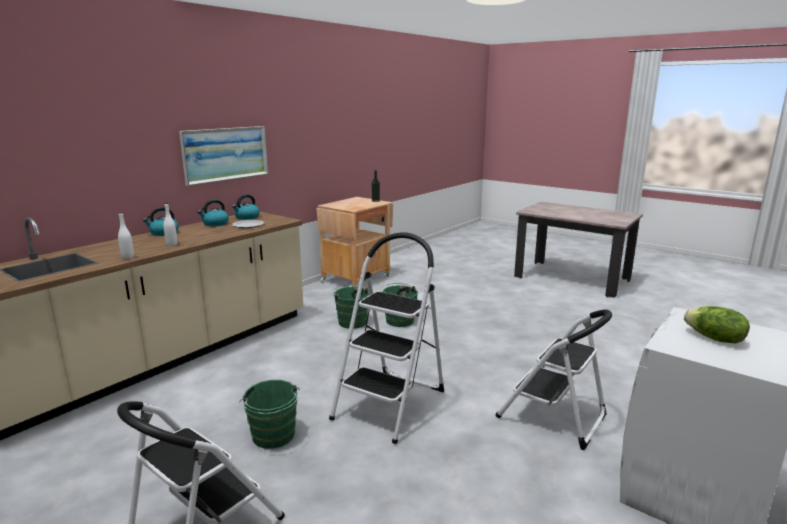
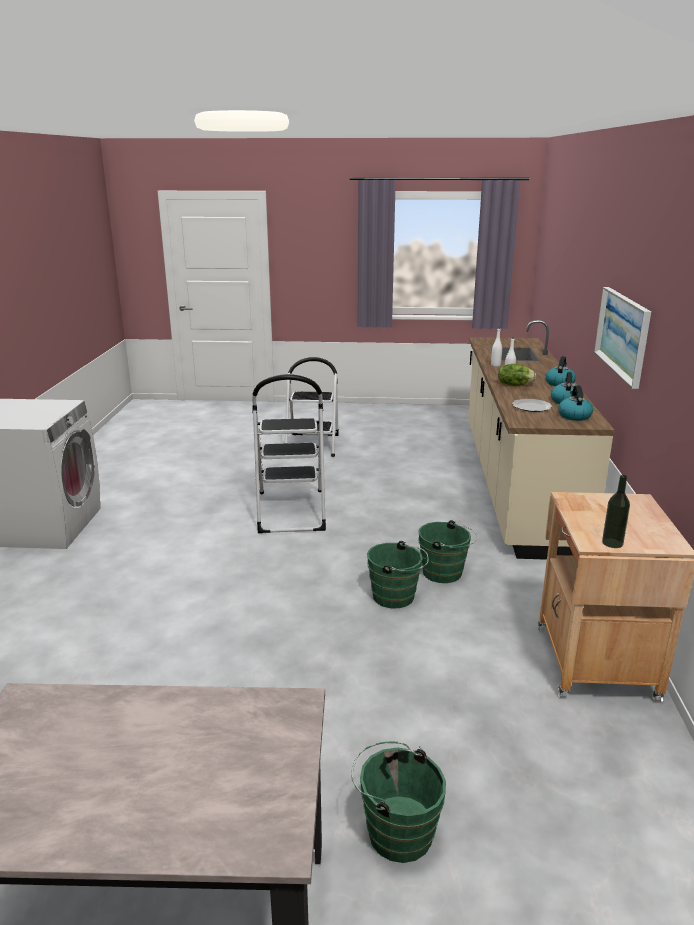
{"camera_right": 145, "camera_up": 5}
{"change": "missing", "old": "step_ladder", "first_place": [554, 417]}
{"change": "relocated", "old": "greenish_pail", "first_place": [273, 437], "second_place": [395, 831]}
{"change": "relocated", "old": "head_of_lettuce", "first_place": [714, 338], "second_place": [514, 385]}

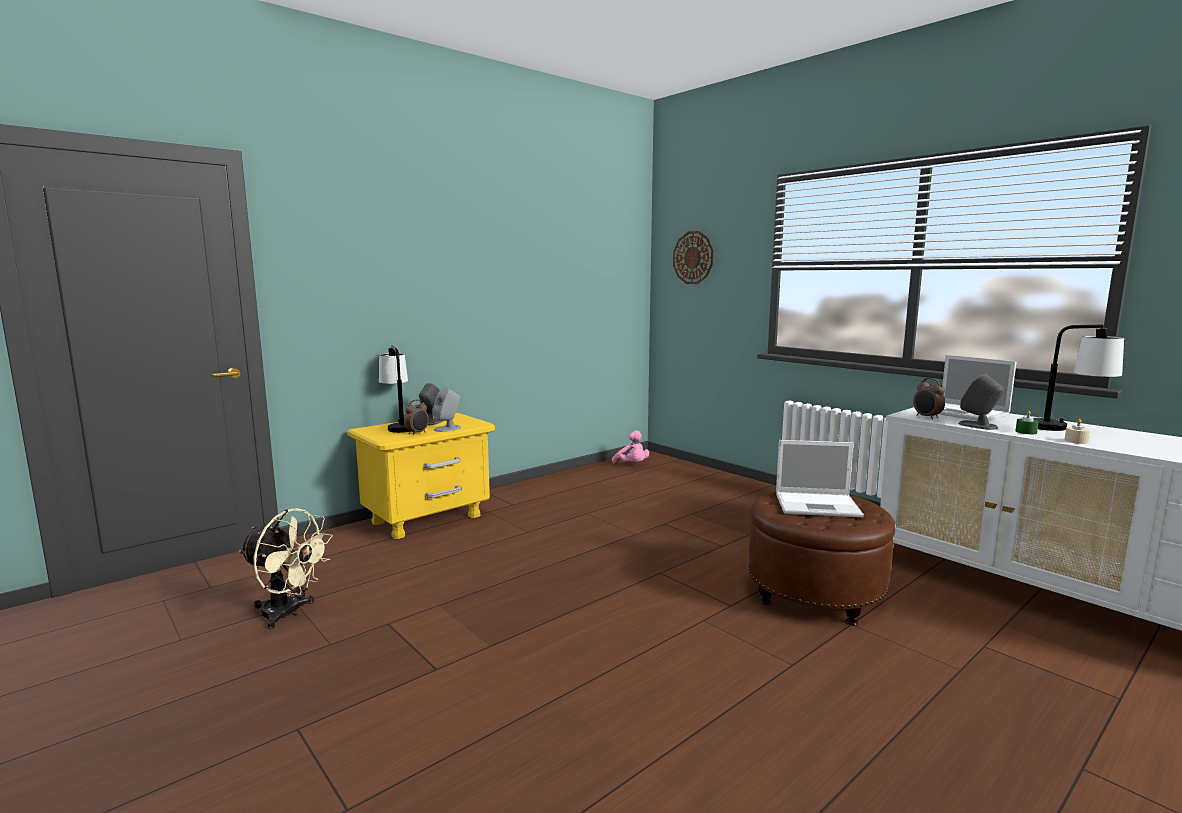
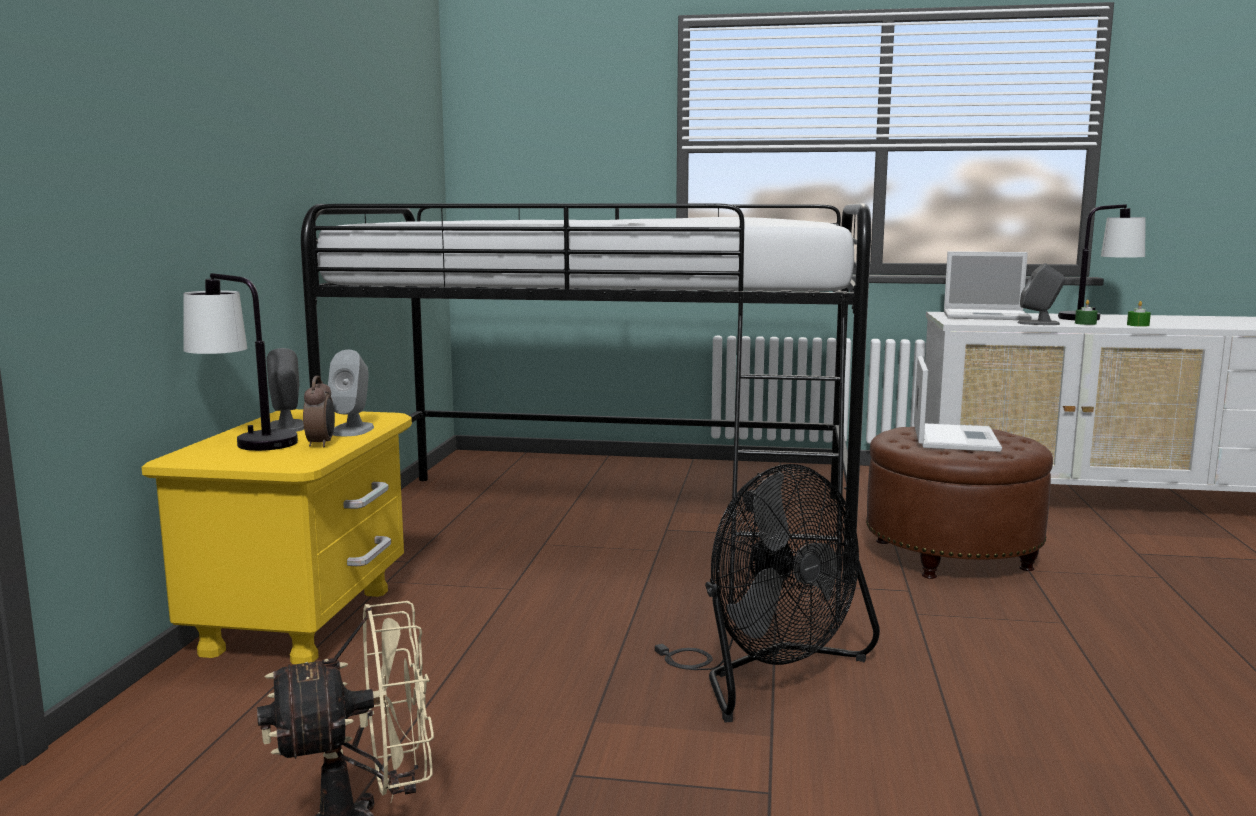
{"camera_right": -40, "camera_up": 0}
{"change": "missing", "old": "pink_soft_toy", "first_place": [632, 465]}
{"change": "missing", "old": "hanging_clock", "first_place": [693, 257]}
{"change": "missing", "old": "alarm_clock", "first_place": [927, 417]}
{"change": "appeared", "new": "blackish_sleeping_bed", "second_place": [607, 525]}
{"change": "appeared", "new": "blackish_electric_fan", "second_place": [763, 676]}
{"change": "colour", "old": "beige-coloured_candle", "new": "greenish_candle", "first_place": [1076, 441], "second_place": [1138, 325]}
{"change": "spun", "old": "laptop", "first_place": [819, 505], "second_place": [954, 438], "degrees": -45}

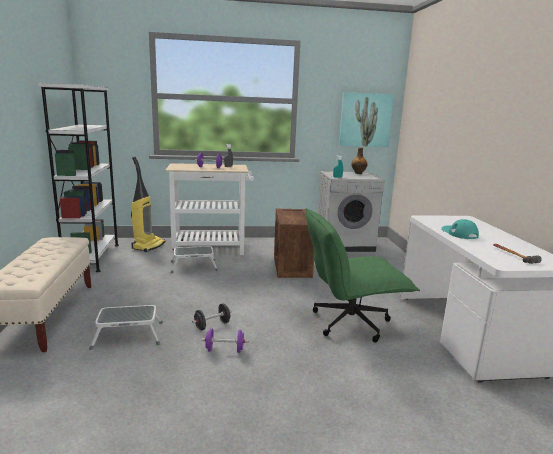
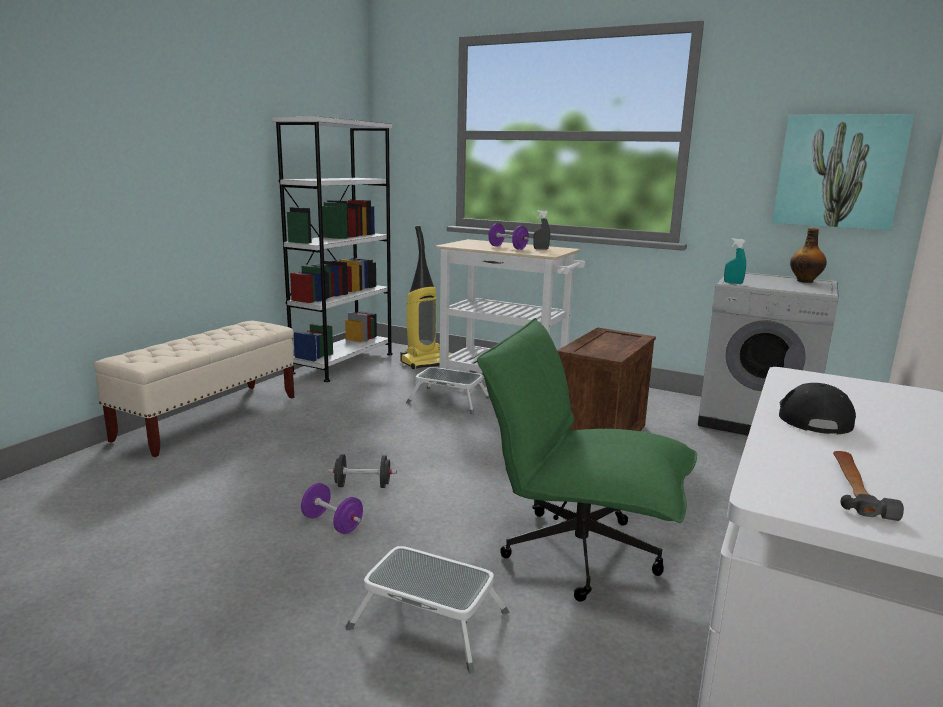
{"camera_right": 35, "camera_up": 0}
{"change": "relocated", "old": "gray_step_ladder", "first_place": [128, 335], "second_place": [428, 621]}
{"change": "colour", "old": "turquoise-coloured_peaked_cap", "new": "blackish_peaked_cap", "first_place": [459, 233], "second_place": [812, 416]}

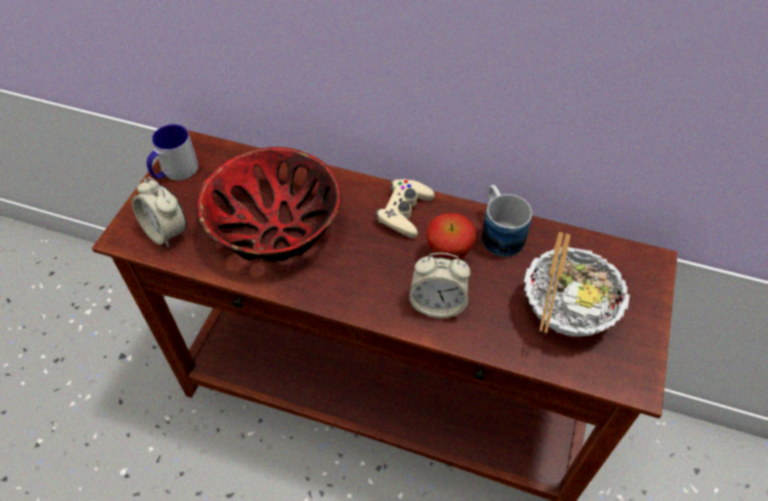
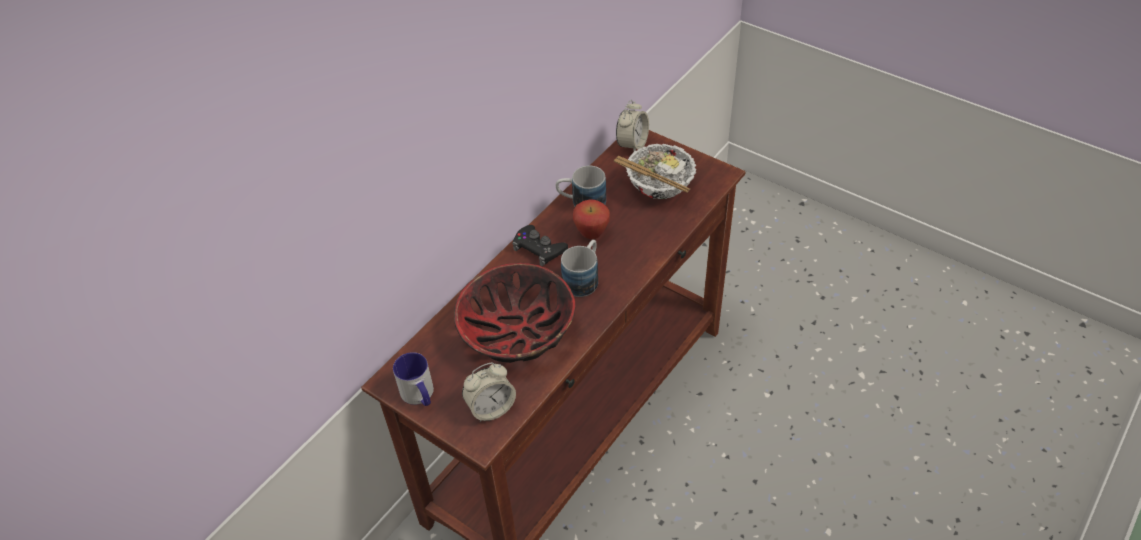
{"camera_right": -70, "camera_up": -5}
{"change": "appeared", "new": "tea_mug", "second_place": [584, 278]}
{"change": "relocated", "old": "alarm_clock", "first_place": [437, 304], "second_place": [632, 144]}
{"change": "colour", "old": "beige-coloured_game_controller", "new": "blackish_game_controller", "first_place": [404, 212], "second_place": [539, 249]}

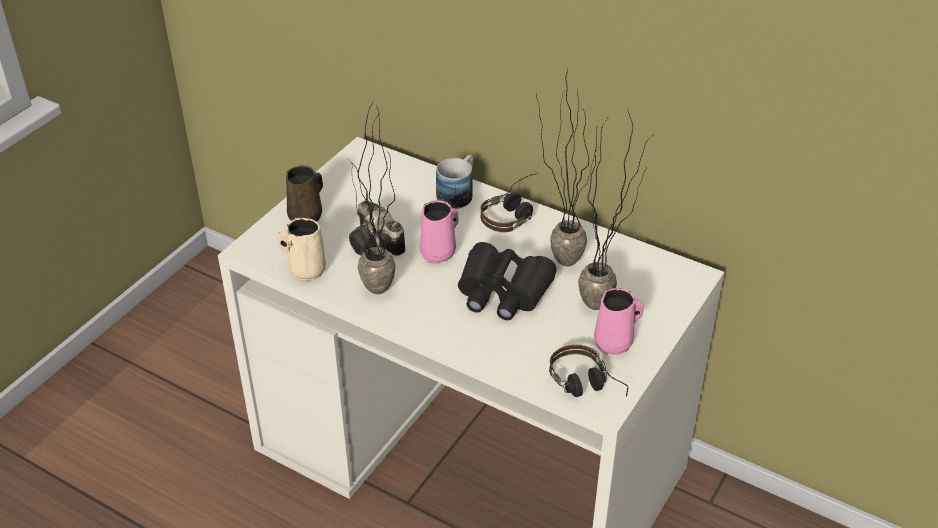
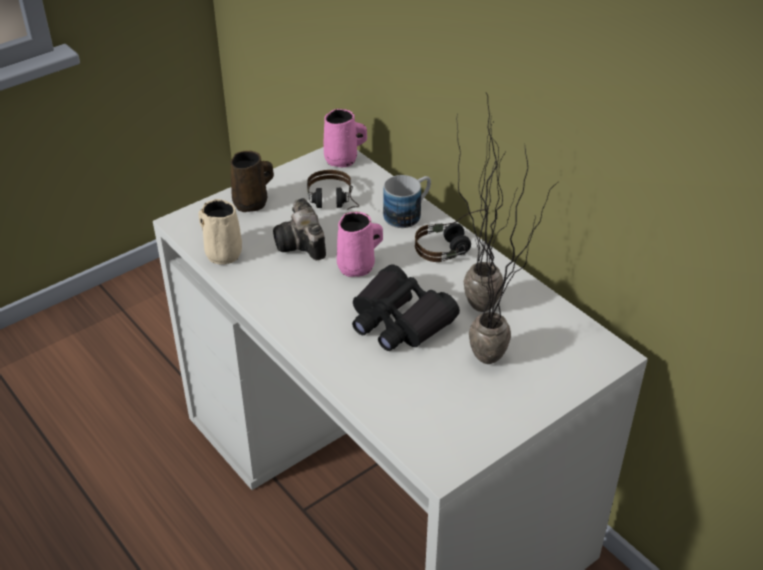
{"camera_right": 20, "camera_up": 0}
{"change": "missing", "old": "houseplant", "first_place": [378, 297]}
{"change": "relocated", "old": "headset", "first_place": [587, 387], "second_place": [333, 204]}
{"change": "relocated", "old": "pink_tea_mug", "first_place": [615, 342], "second_place": [343, 160]}

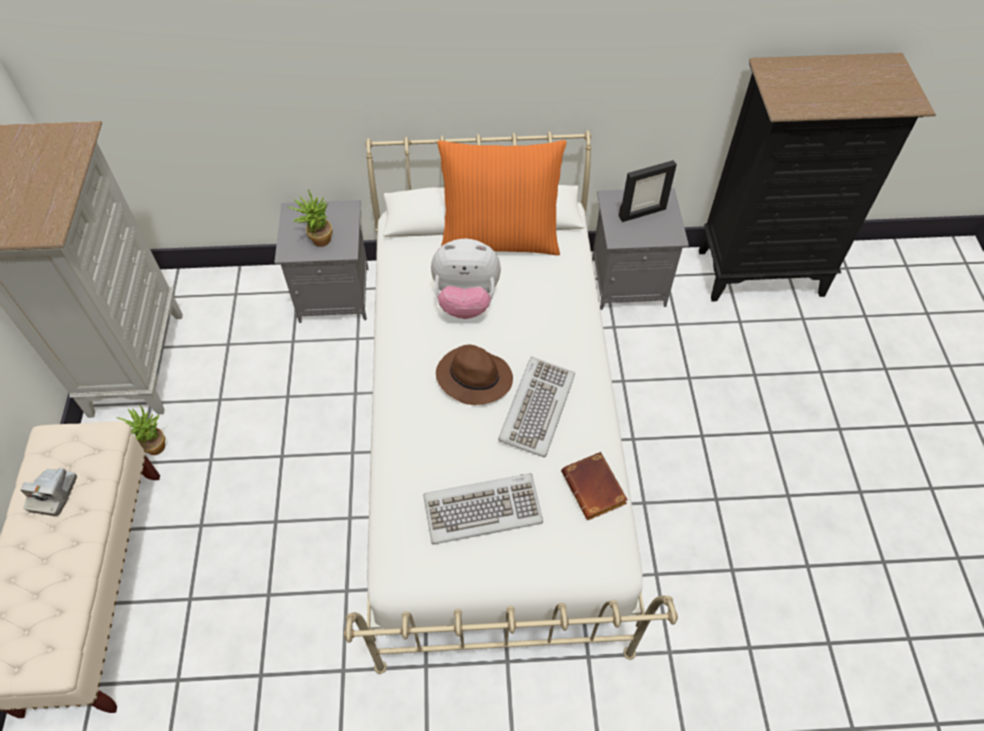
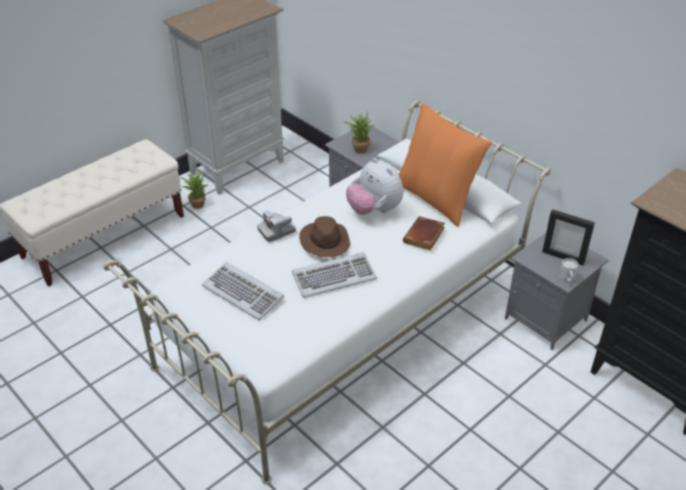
{"camera_right": 50, "camera_up": -15}
{"change": "appeared", "new": "white-coloured_tea_mug", "second_place": [567, 279]}
{"change": "relocated", "old": "still_camera", "first_place": [54, 494], "second_place": [276, 231]}
{"change": "relocated", "old": "brownish_bound_book", "first_place": [596, 489], "second_place": [424, 237]}

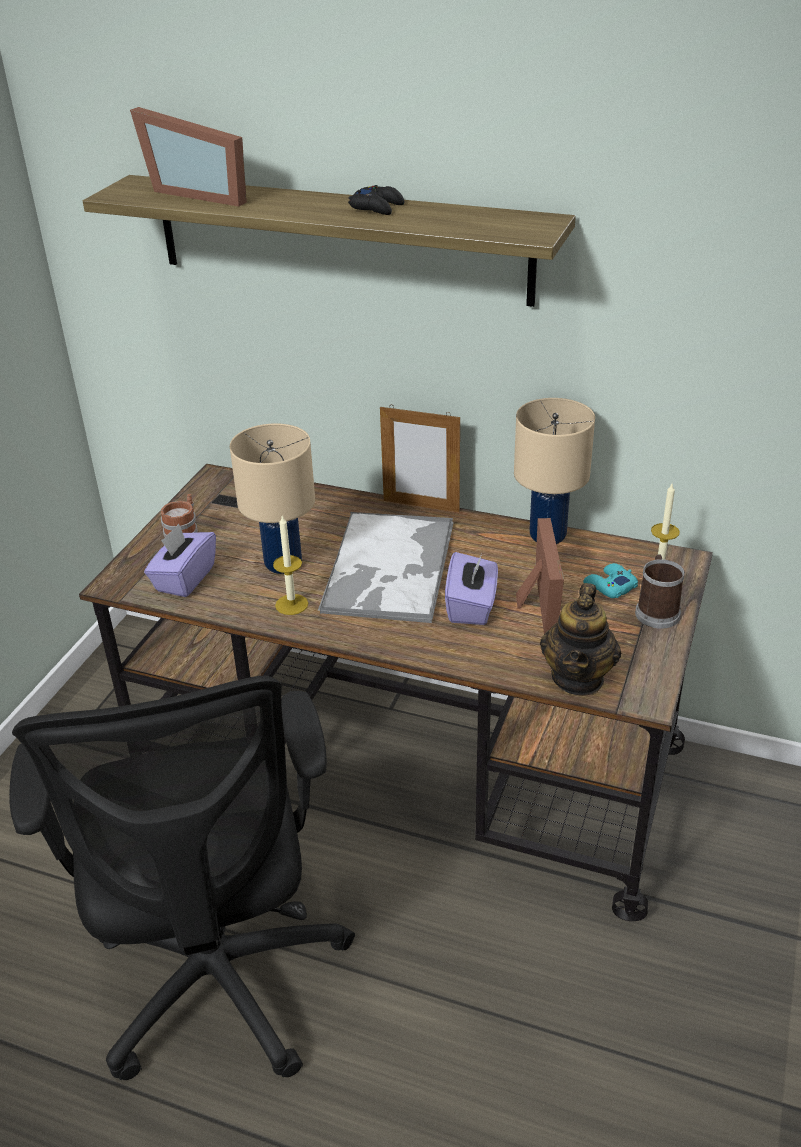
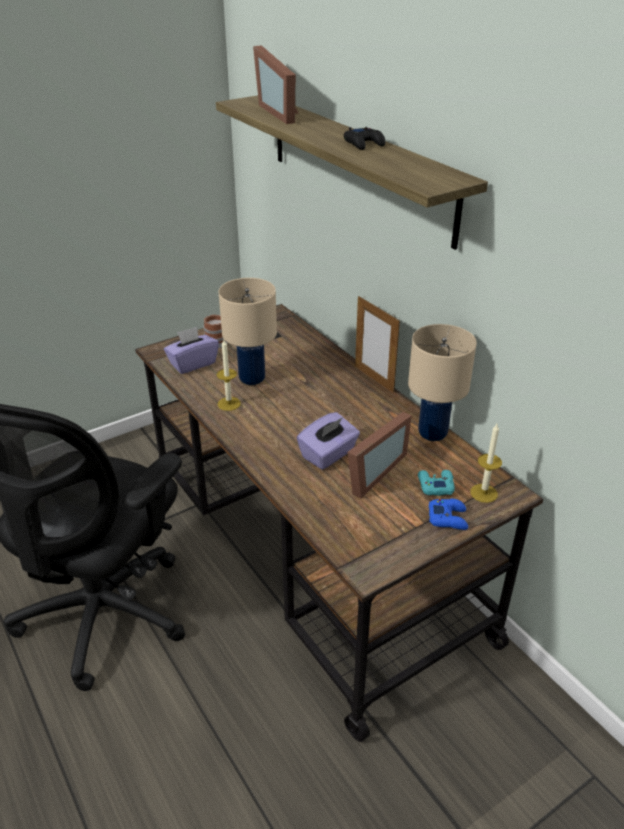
{"camera_right": 35, "camera_up": 0}
{"change": "missing", "old": "tray", "first_place": [389, 568]}
{"change": "missing", "old": "tea_pot", "first_place": [578, 678]}
{"change": "exchanged", "old": "tea_mug", "new": "bluish_game_controller", "first_place": [656, 611], "second_place": [448, 518]}

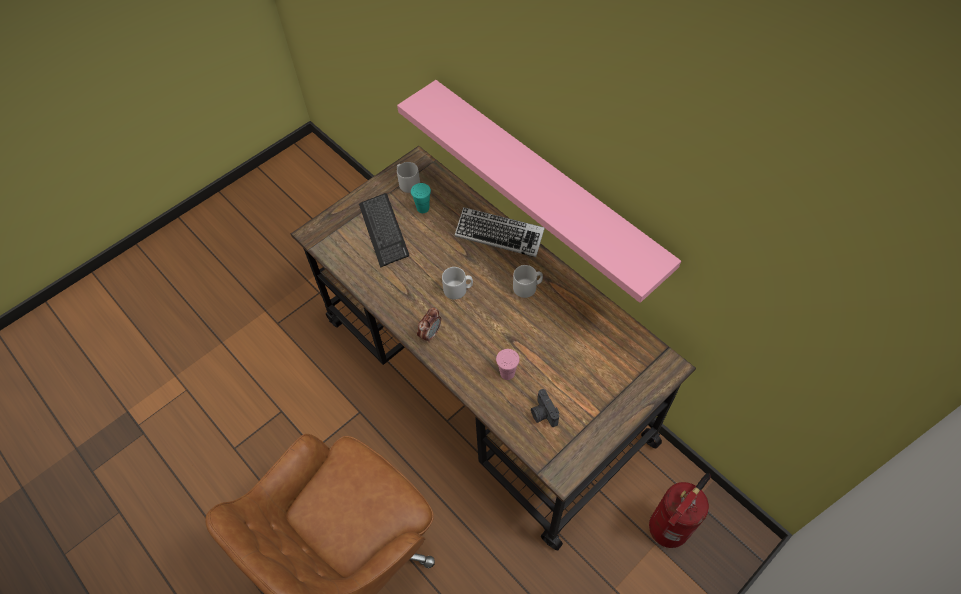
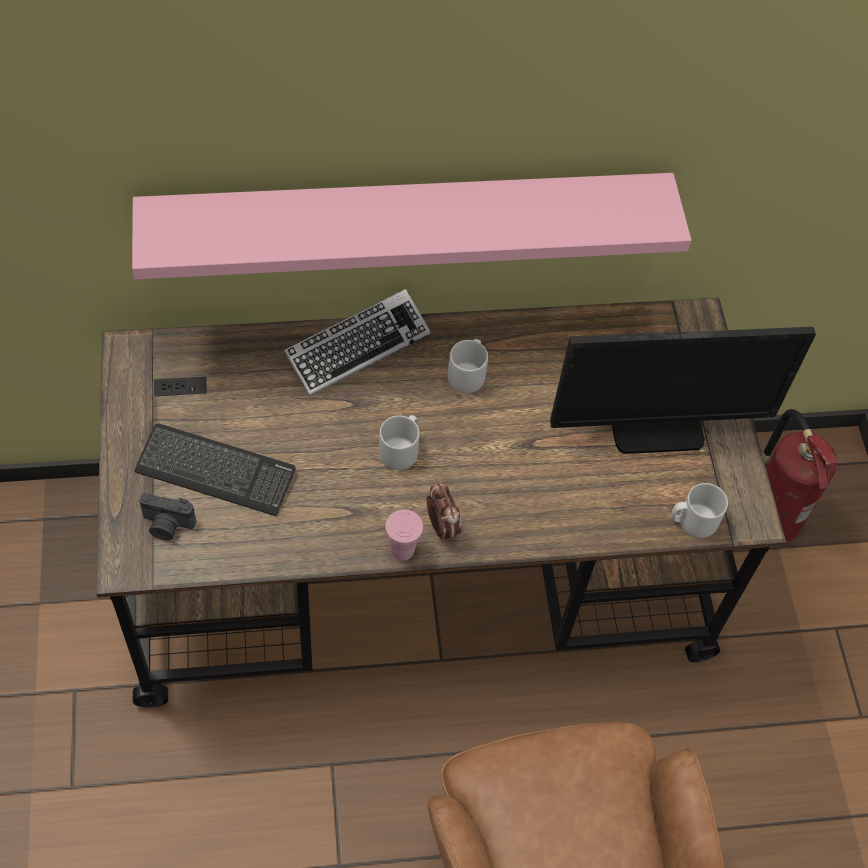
{"camera_right": -60, "camera_up": 0}
{"change": "missing", "old": "turquoise-coloured_drinking_cup", "first_place": [423, 208]}
{"change": "appeared", "new": "computer_display", "second_place": [656, 426]}
{"change": "relocated", "old": "gray_tea_mug", "first_place": [408, 183], "second_place": [692, 521]}
{"change": "relocated", "old": "pink_drinking_cup", "first_place": [507, 373], "second_place": [402, 550]}
{"change": "relocated", "old": "still_camera", "first_place": [543, 414], "second_place": [167, 525]}

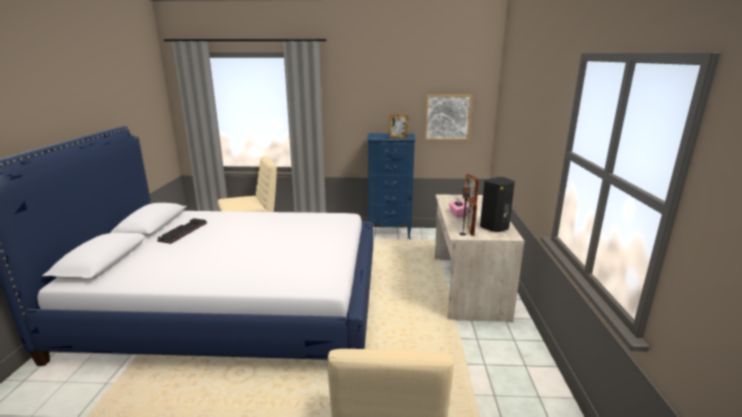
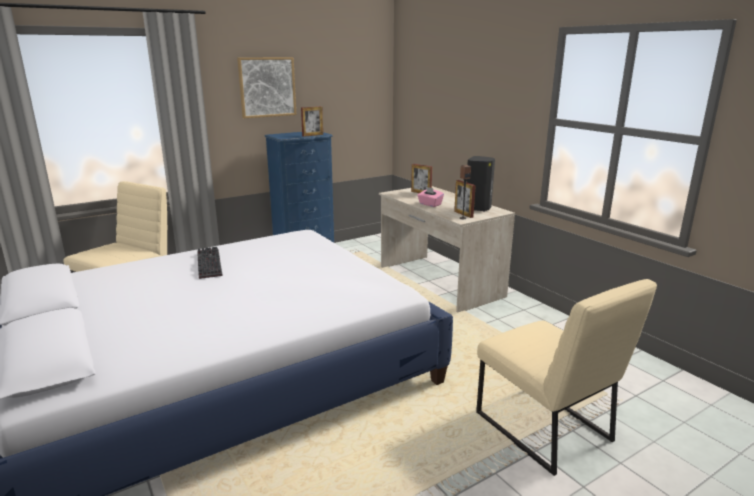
{"camera_right": -35, "camera_up": 0}
{"change": "relocated", "old": "PC_keyboard", "first_place": [183, 231], "second_place": [207, 263]}
{"change": "relocated", "old": "picture", "first_place": [447, 117], "second_place": [267, 87]}

